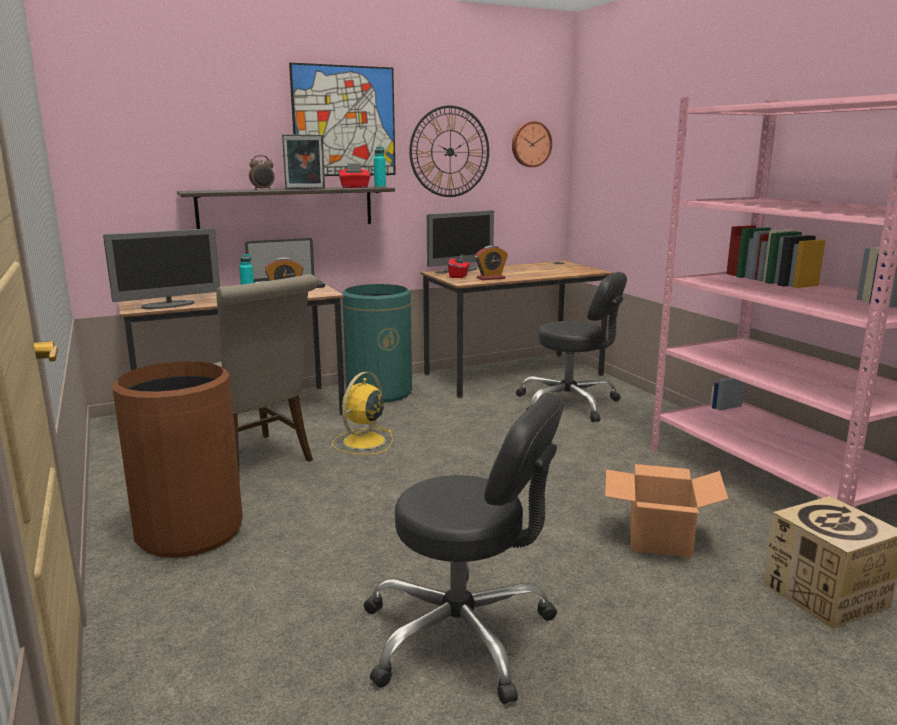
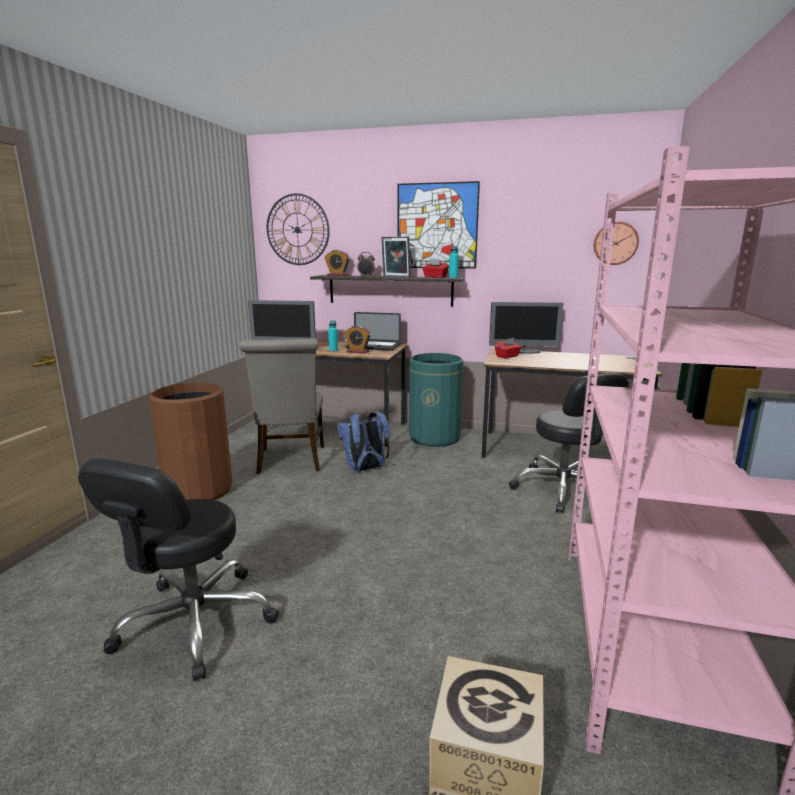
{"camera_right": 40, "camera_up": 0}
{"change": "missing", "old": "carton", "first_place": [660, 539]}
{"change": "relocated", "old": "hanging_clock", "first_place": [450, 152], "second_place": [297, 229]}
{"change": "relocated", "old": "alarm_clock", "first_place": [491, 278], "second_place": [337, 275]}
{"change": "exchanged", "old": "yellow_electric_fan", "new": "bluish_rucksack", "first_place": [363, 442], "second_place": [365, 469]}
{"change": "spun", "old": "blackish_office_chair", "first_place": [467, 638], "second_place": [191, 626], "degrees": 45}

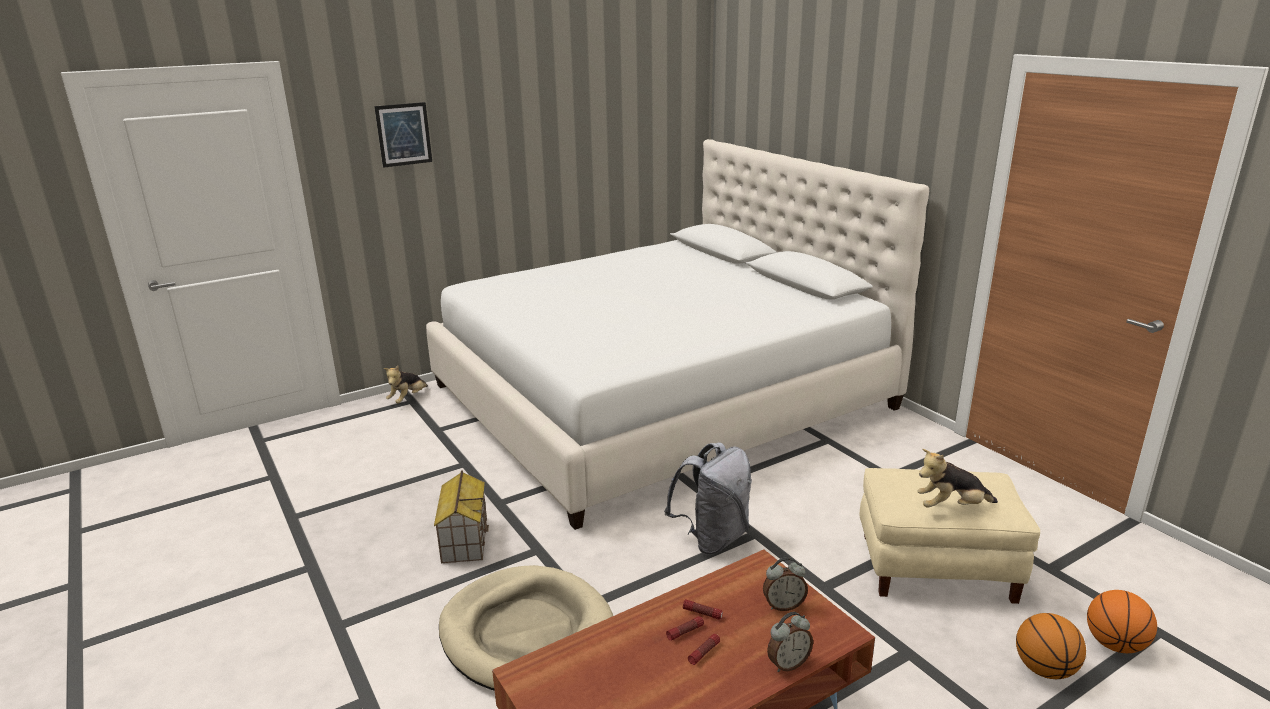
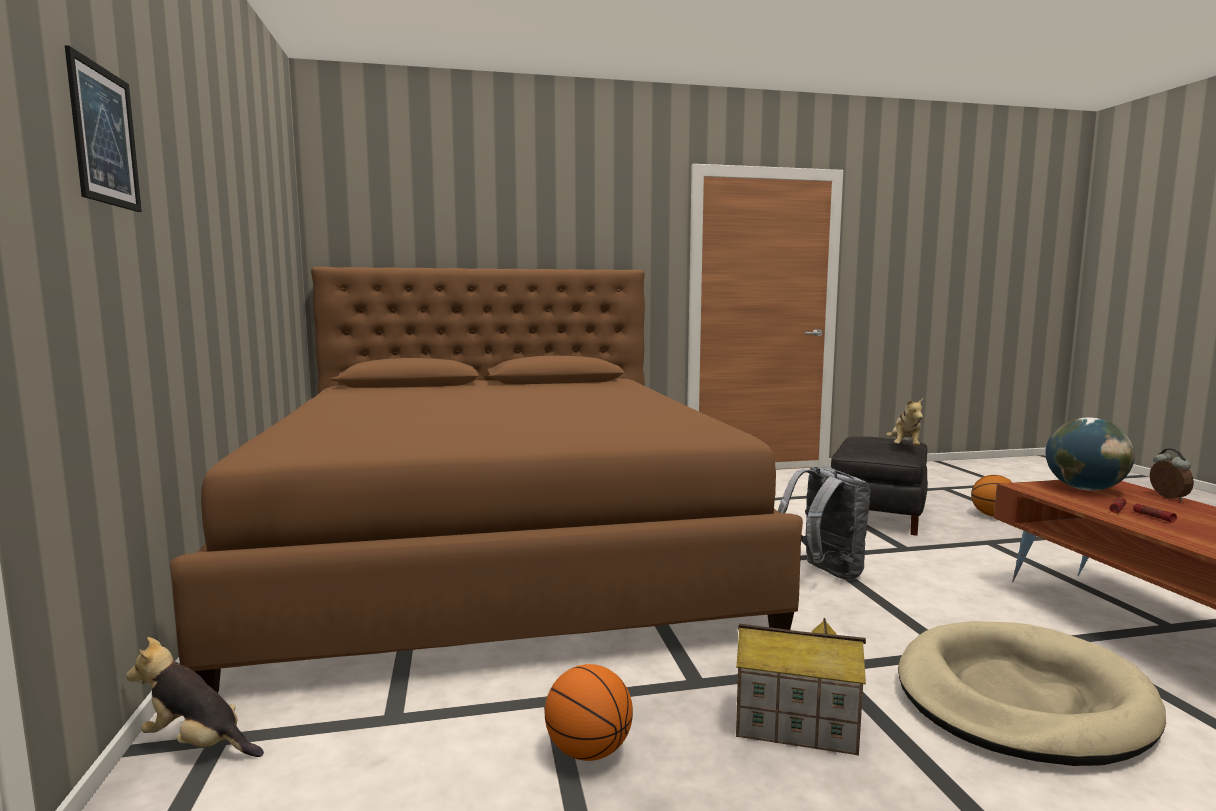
{"camera_right": -70, "camera_up": -15}
{"change": "missing", "old": "hand_torch", "first_place": [704, 652]}
{"change": "relocated", "old": "basketball", "first_place": [1114, 644], "second_place": [589, 751]}
{"change": "exchanged", "old": "alarm_clock", "new": "desk_globe", "first_place": [783, 605], "second_place": [1084, 489]}
{"change": "colour", "old": "white-coloured_sleeping_bed", "new": "brownish_sleeping_bed", "first_place": [659, 396], "second_place": [499, 546]}
{"change": "colour", "old": "beige-coloured_footrest", "new": "blackish_footrest", "first_place": [937, 567], "second_place": [876, 514]}
{"change": "spun", "old": "soft_toy", "first_place": [408, 399], "second_place": [198, 744], "degrees": 150}

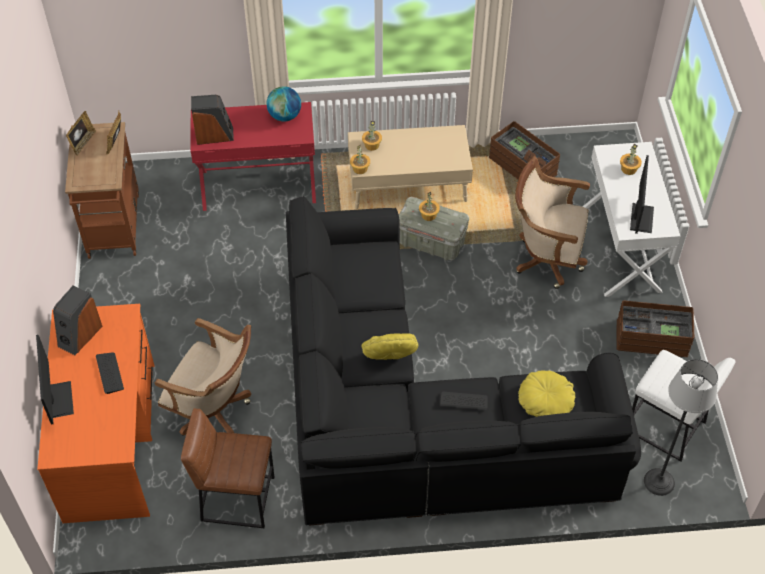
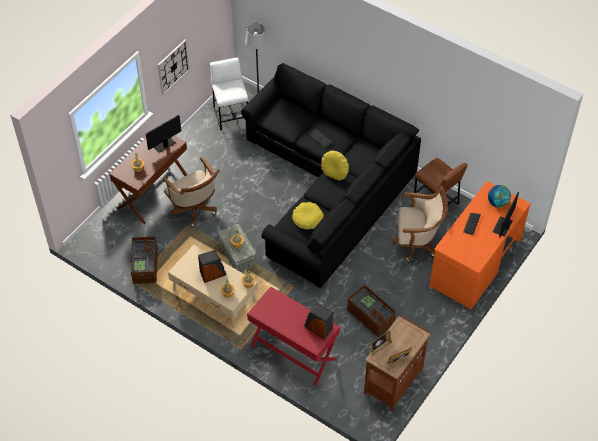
{"camera_right": -140, "camera_up": 0}
{"change": "appeared", "new": "hanging_clock", "second_place": [173, 67]}
{"change": "relocated", "old": "audio_speaker", "first_place": [79, 335], "second_place": [213, 273]}
{"change": "relocated", "old": "desk_globe", "first_place": [285, 116], "second_place": [497, 203]}
{"change": "relocated", "old": "yellow_pillow", "first_place": [546, 400], "second_place": [307, 219]}
{"change": "relocated", "old": "brownish_storage_box", "first_place": [652, 338], "second_place": [371, 315]}
{"change": "colour", "old": "white-coloured_desk", "new": "brownish_desk", "first_place": [622, 248], "second_place": [153, 192]}
{"change": "spun", "old": "office_chair", "first_place": [215, 412], "second_place": [417, 245], "degrees": 120}

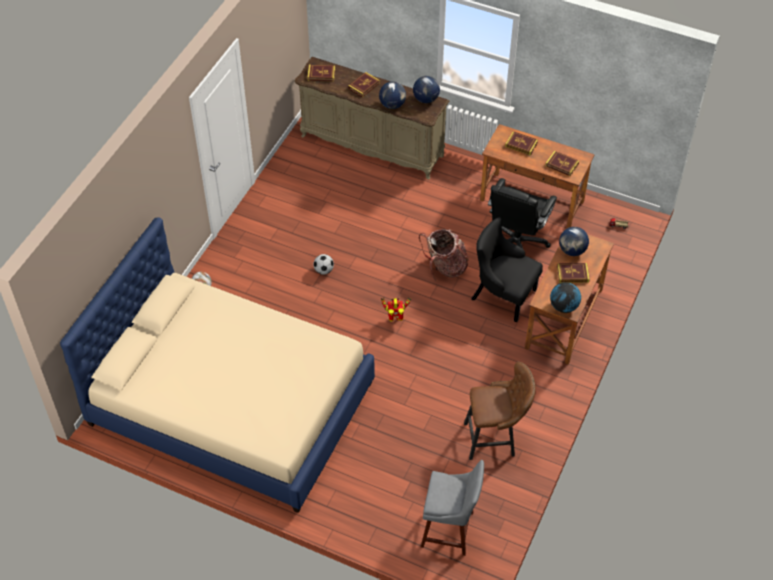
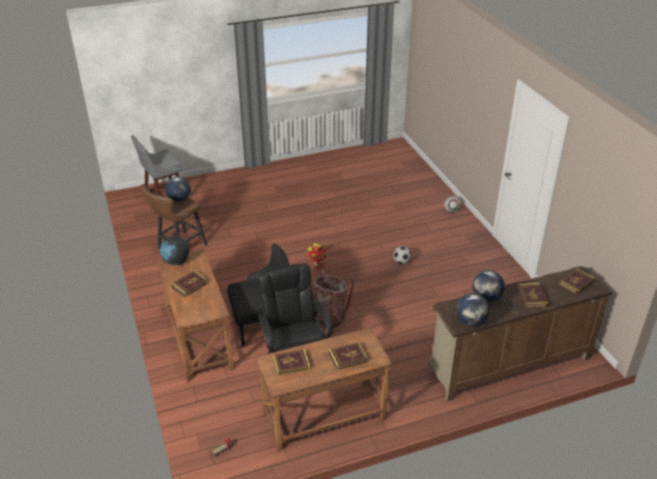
{"camera_right": 135, "camera_up": -15}
{"change": "missing", "old": "beige-coloured_sleeping_bed", "first_place": [231, 403]}
{"change": "relocated", "old": "desk_globe", "first_place": [572, 251], "second_place": [179, 199]}

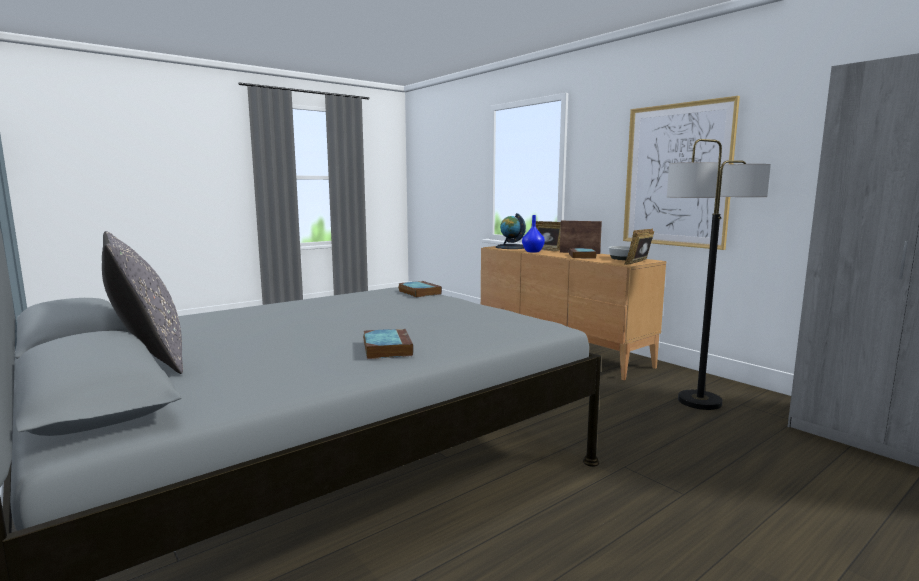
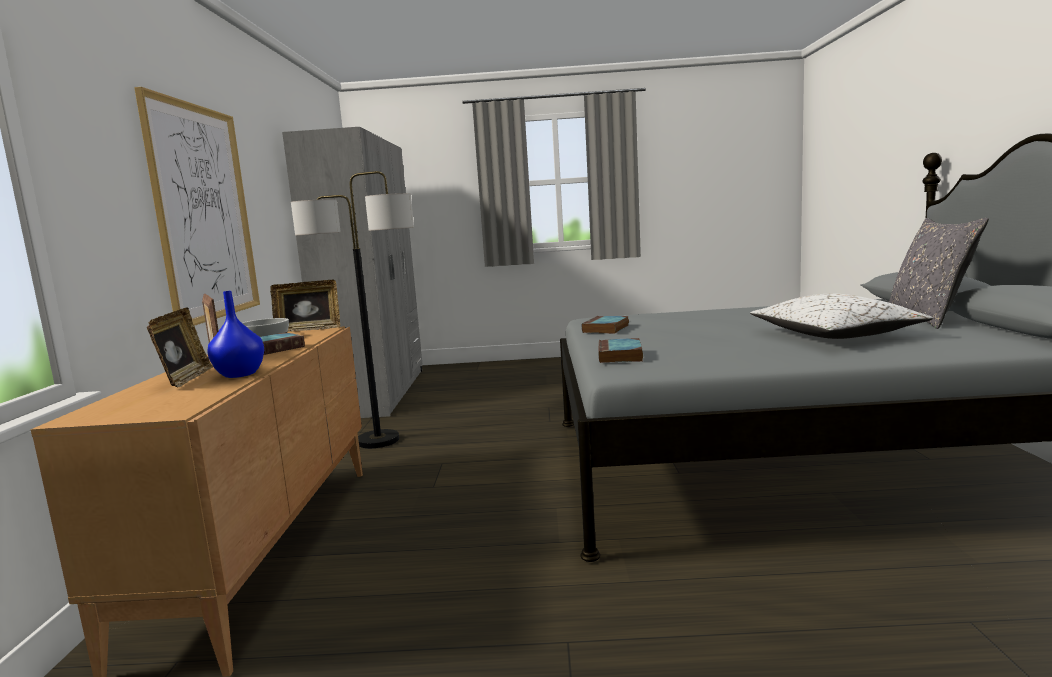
{"camera_right": -140, "camera_up": 0}
{"change": "missing", "old": "desk_globe", "first_place": [511, 247]}
{"change": "appeared", "new": "white-coloured_pillow", "second_place": [834, 335]}
{"change": "relocated", "old": "bound_book", "first_place": [386, 348], "second_place": [606, 329]}

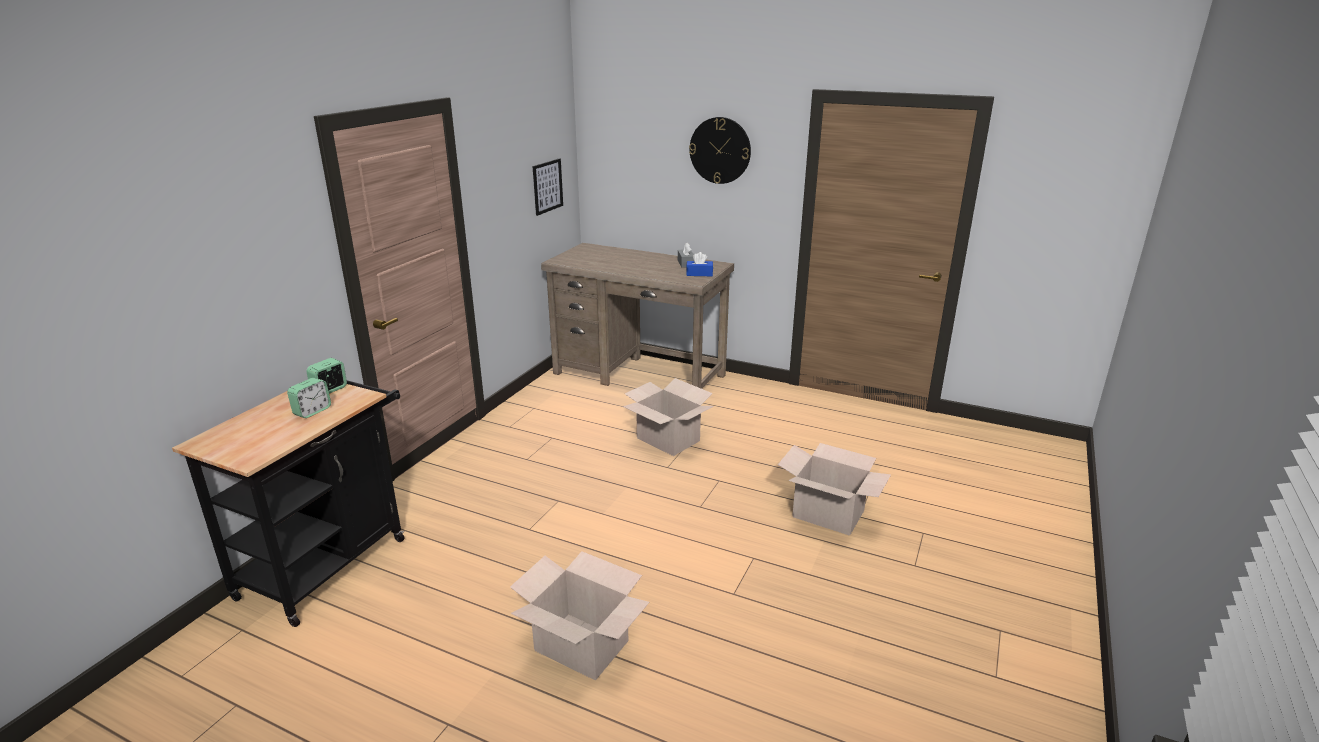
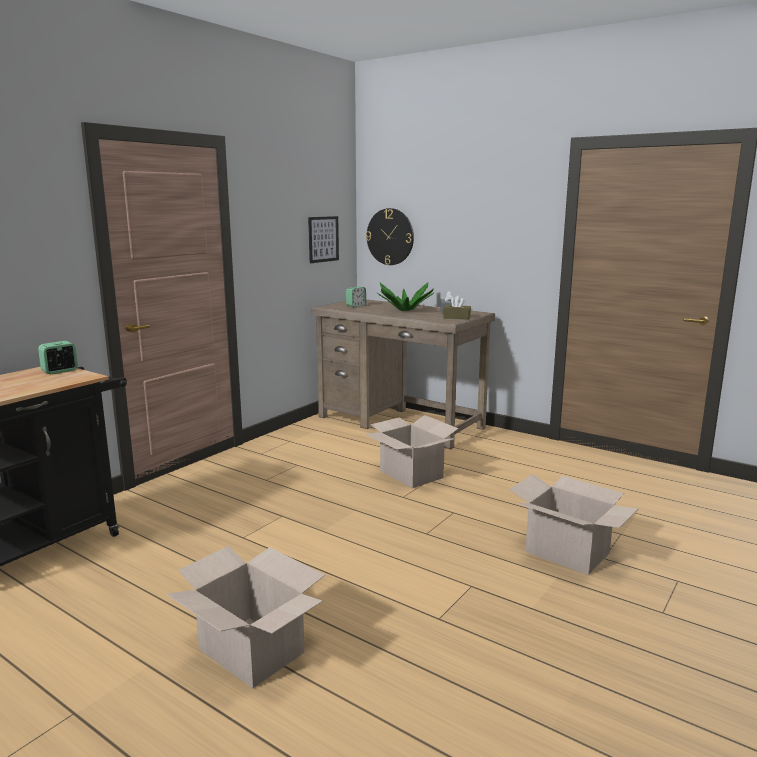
{"camera_right": 10, "camera_up": -10}
{"change": "appeared", "new": "houseplant", "second_place": [405, 310]}
{"change": "relocated", "old": "alarm_clock", "first_place": [312, 411], "second_place": [356, 306]}
{"change": "relocated", "old": "hanging_clock", "first_place": [720, 150], "second_place": [390, 237]}
{"change": "colour", "old": "bluish_box_of_tissues", "new": "brownish_box_of_tissues", "first_place": [699, 274], "second_place": [457, 317]}

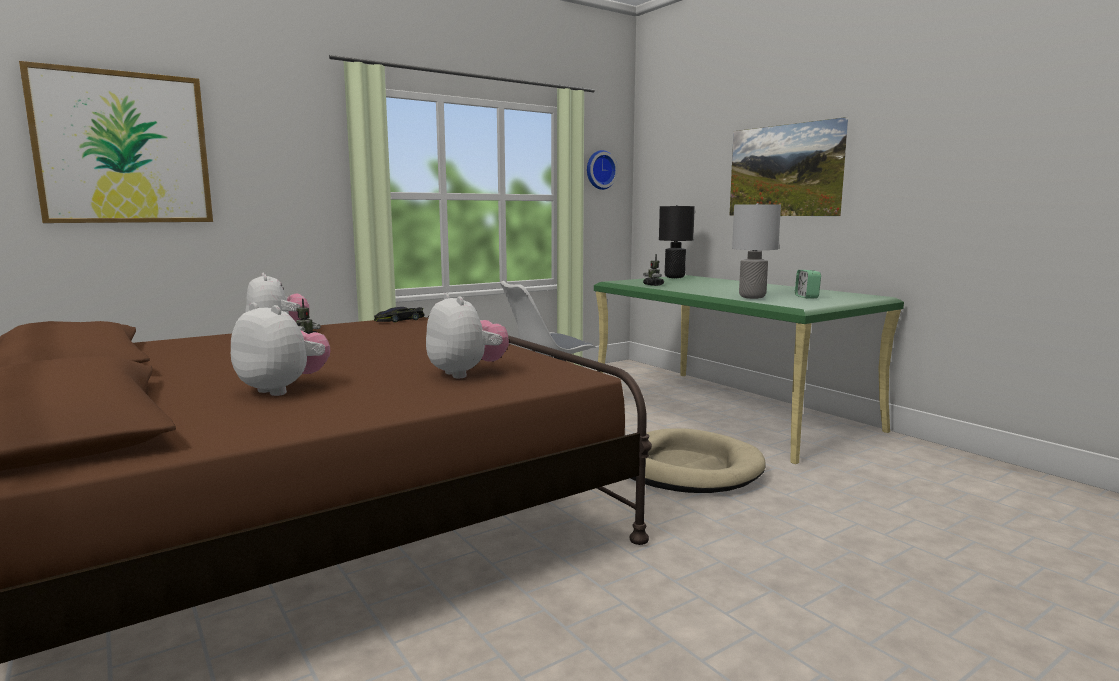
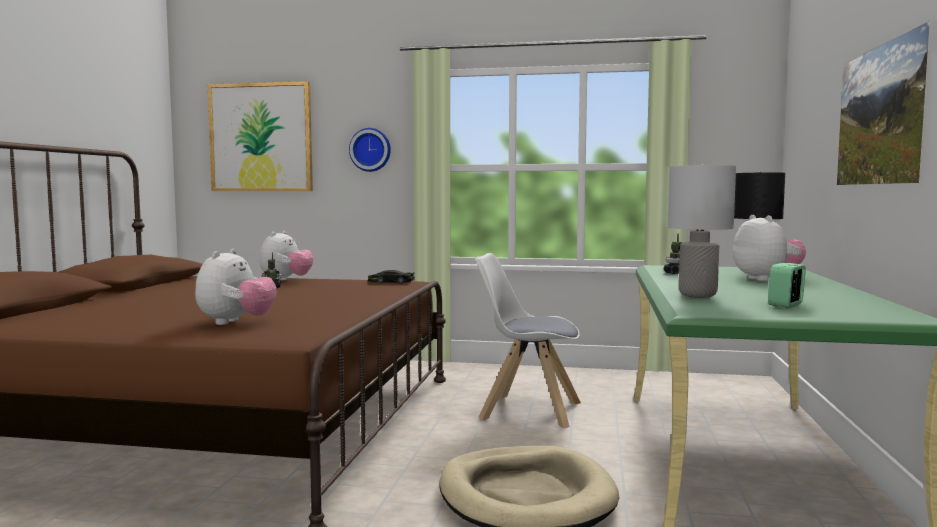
{"camera_right": 45, "camera_up": -5}
{"change": "relocated", "old": "soft_toy", "first_place": [283, 389], "second_place": [766, 279]}
{"change": "relocated", "old": "hanging_clock", "first_place": [600, 170], "second_place": [371, 150]}

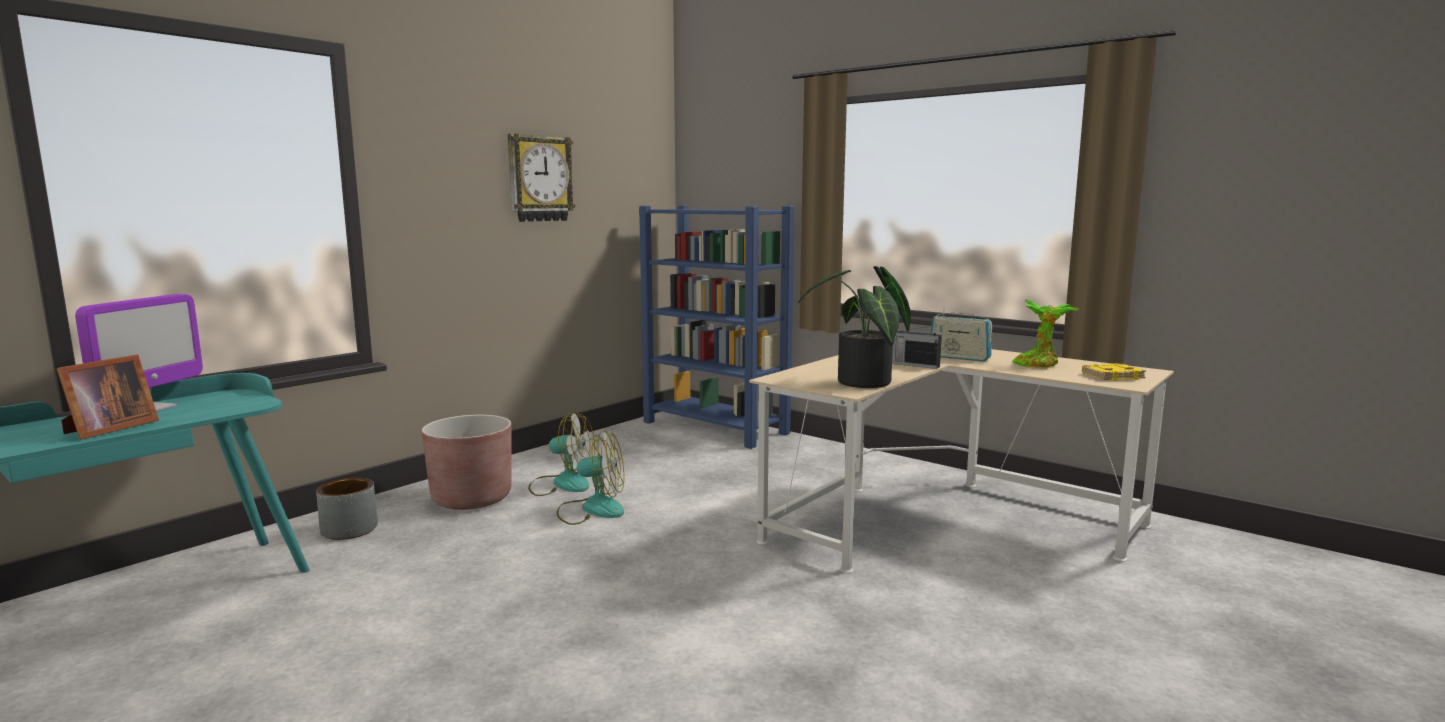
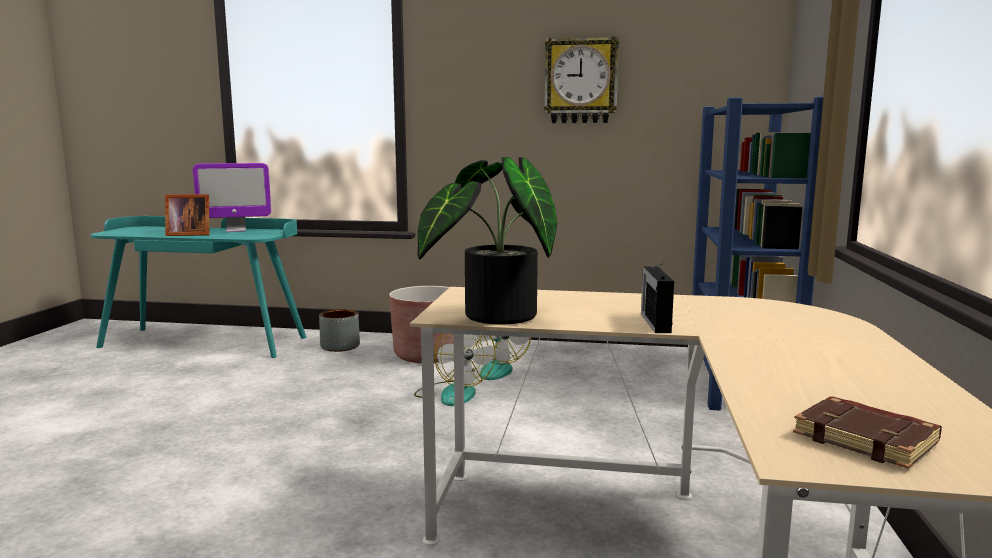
{"camera_right": 60, "camera_up": 0}
{"change": "missing", "old": "radio_receiver", "first_place": [959, 358]}
{"change": "missing", "old": "houseplant", "first_place": [1039, 364]}
{"change": "colour", "old": "yellow_bound_book", "new": "brownish_bound_book", "first_place": [1112, 376], "second_place": [867, 439]}

